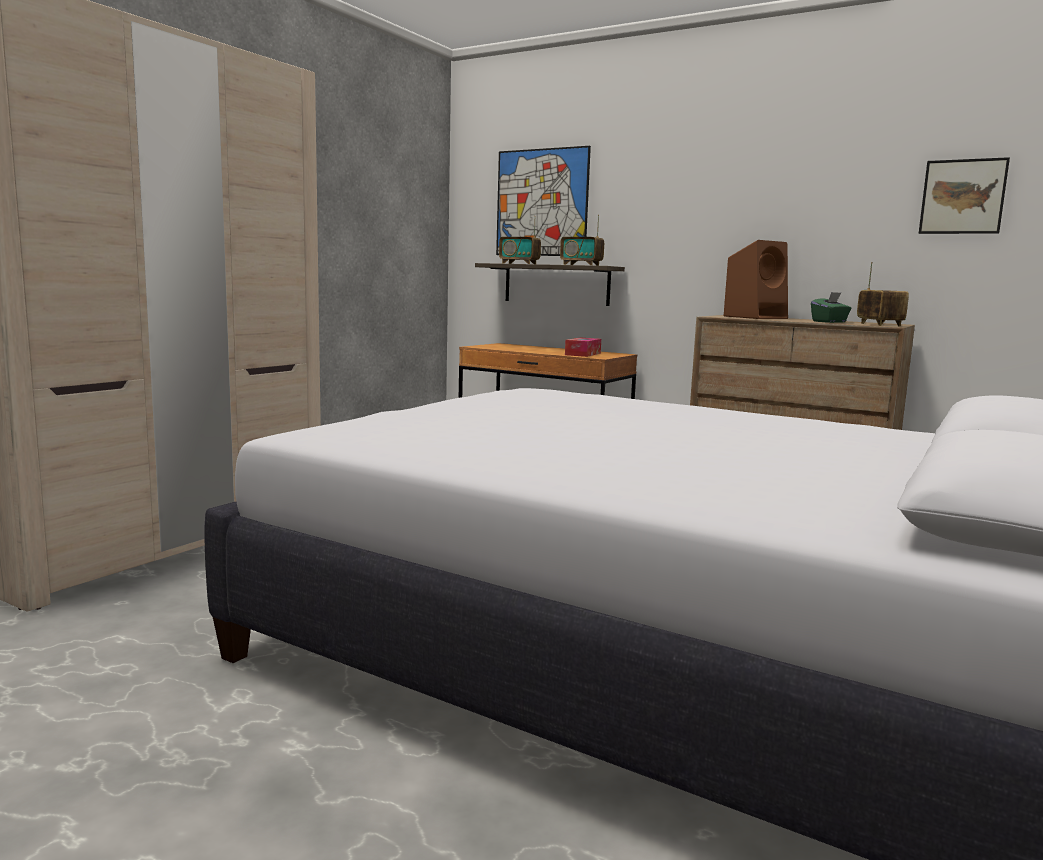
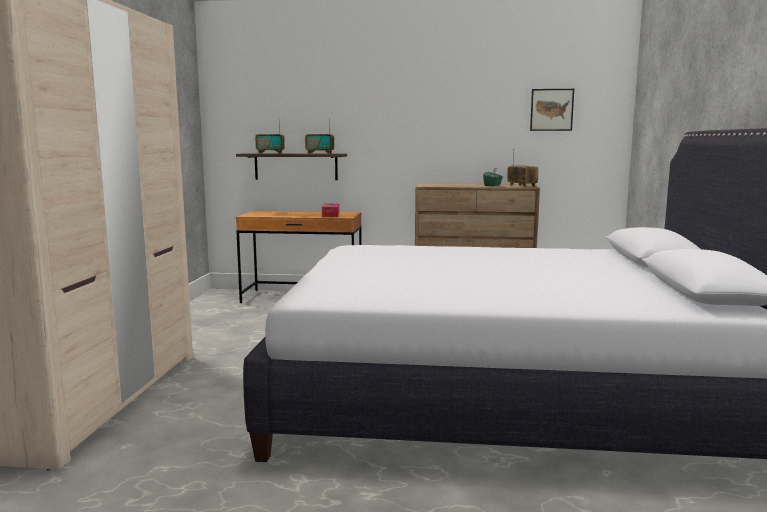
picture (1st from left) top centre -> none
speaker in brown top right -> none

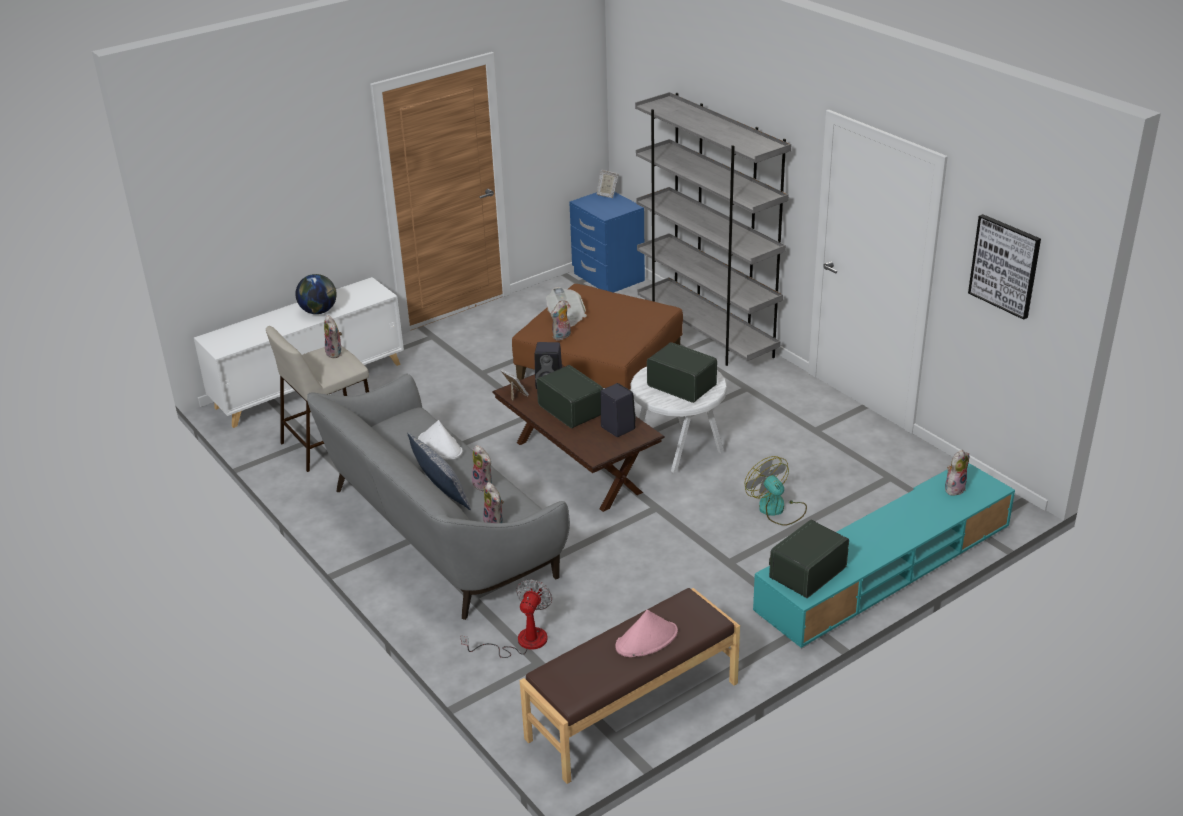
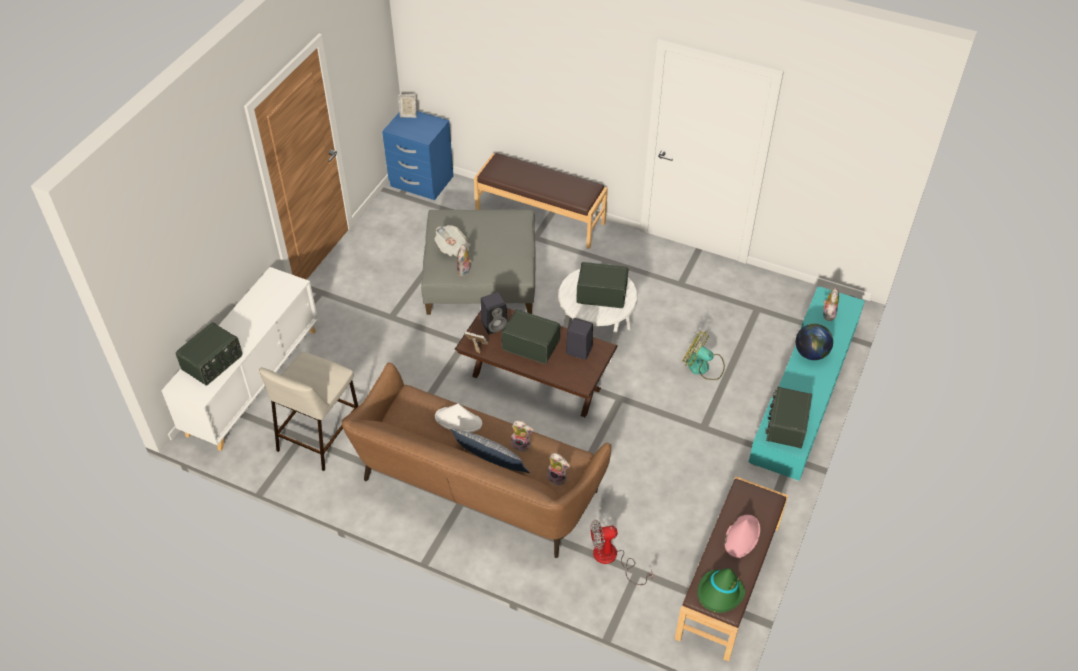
globe middle left -> globe middle right, moved
sofa in grey centre -> sofa in brown bottom centre
plush toy (1st from left) middle left -> none
fan (1st from left) bottom centre, 90 degrees counterclockwise
ottoman in brown centre -> ottoman in grey centre
bookcase in grey top centre -> bench in brown (1st from left) top centre
picture top right -> none
none -> radio (1st from left) middle left
none -> hat in green bottom right

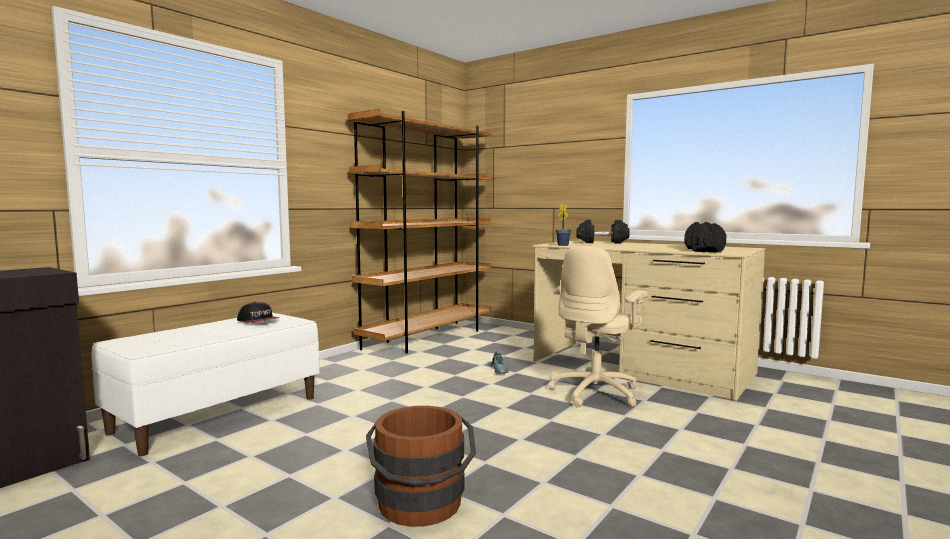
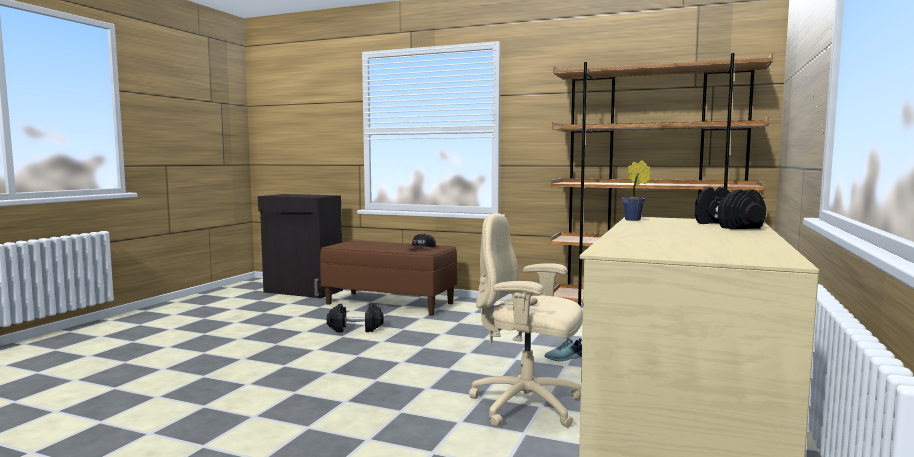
bench in white bottom left -> bench in brown centre
bucket in brown bottom centre -> none
dumbbell in black (2nd from left in the first image) middle right -> dumbbell in black (1st from left) bottom centre, moved

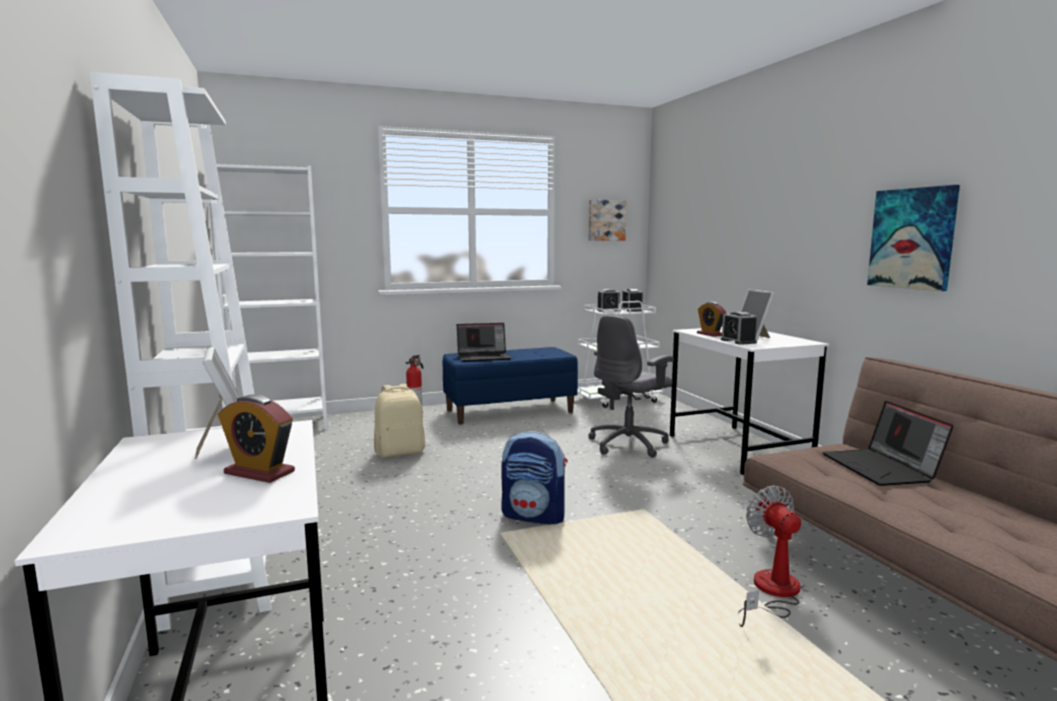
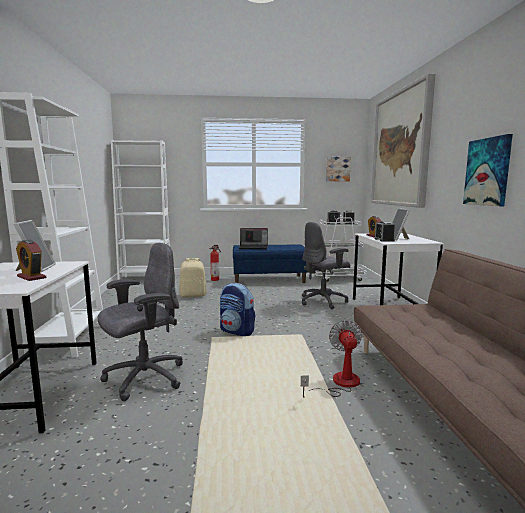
laptop (2nd from left) middle right -> none
none -> office chair in grey (1st from left) middle left
none -> picture (2nd from left) top right

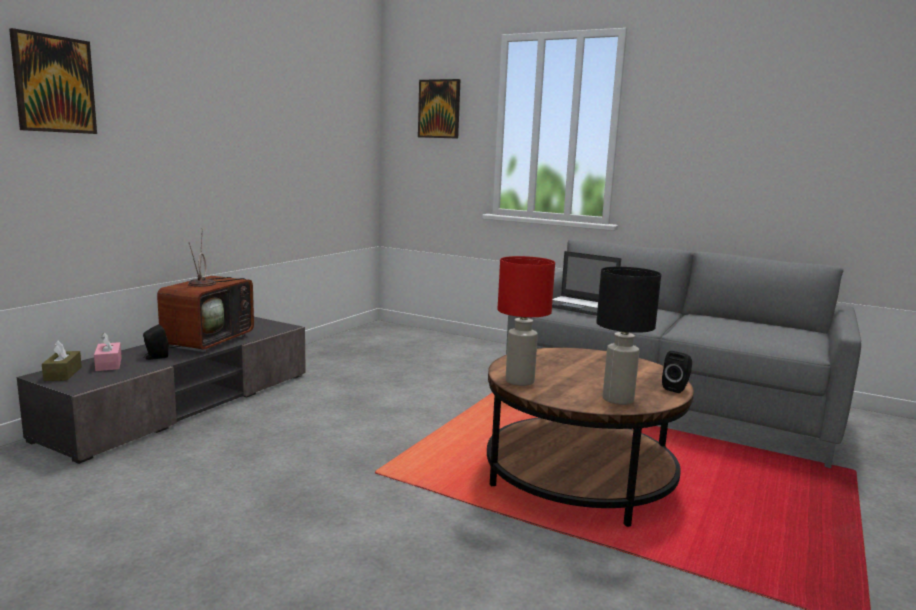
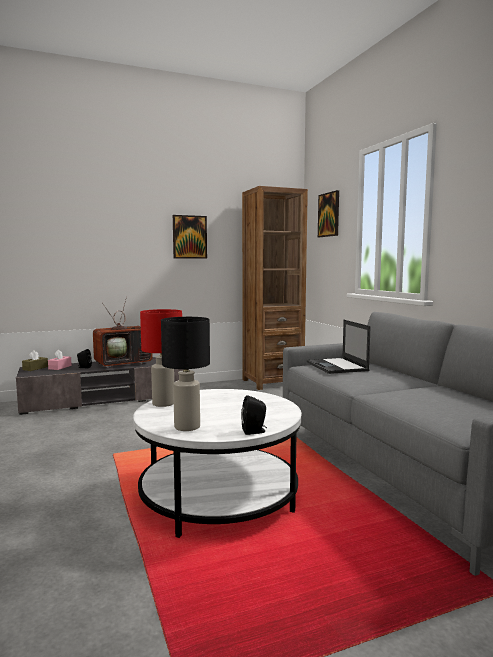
picture (1st from left) top left -> picture (1st from left) centre, moved
coffee table in brown bottom centre -> coffee table in white bottom centre
none -> bookcase in brown centre

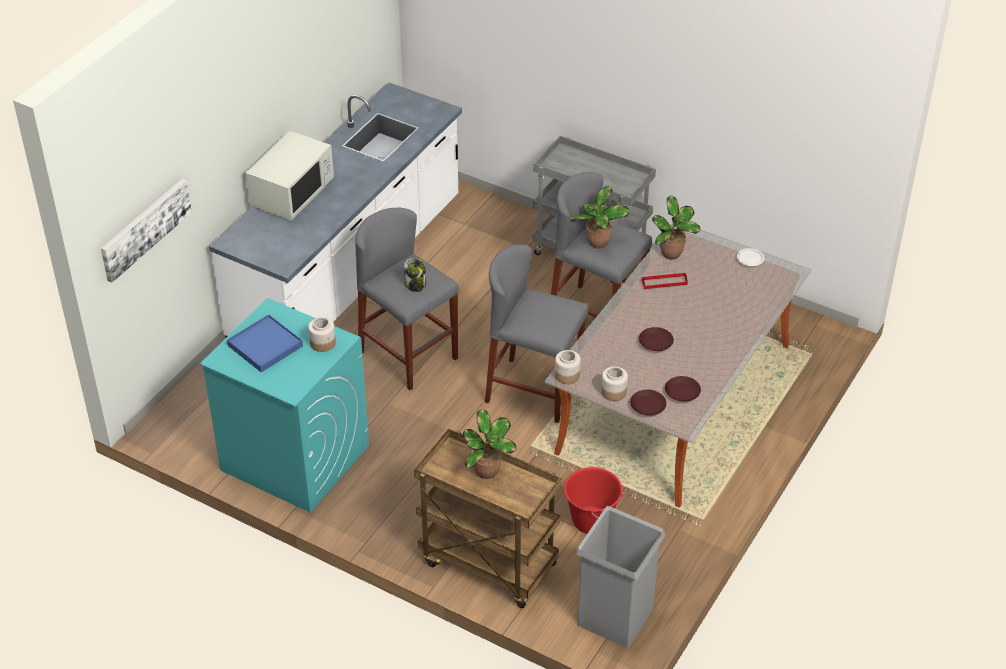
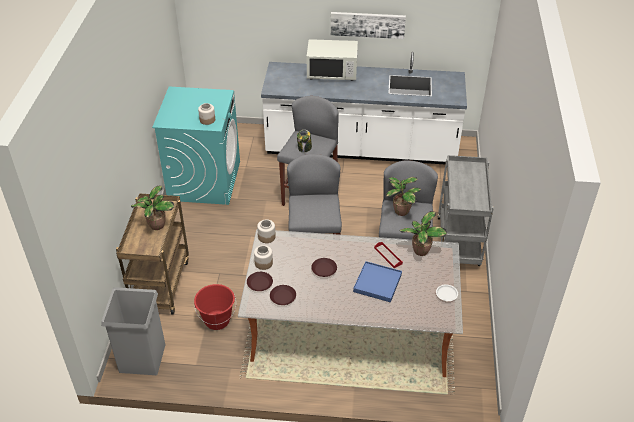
picture middle left -> picture top centre, moved
tray in blue middle left -> tray in blue centre, moved

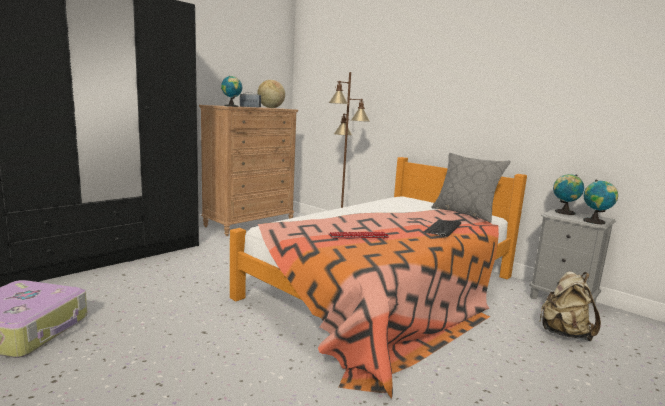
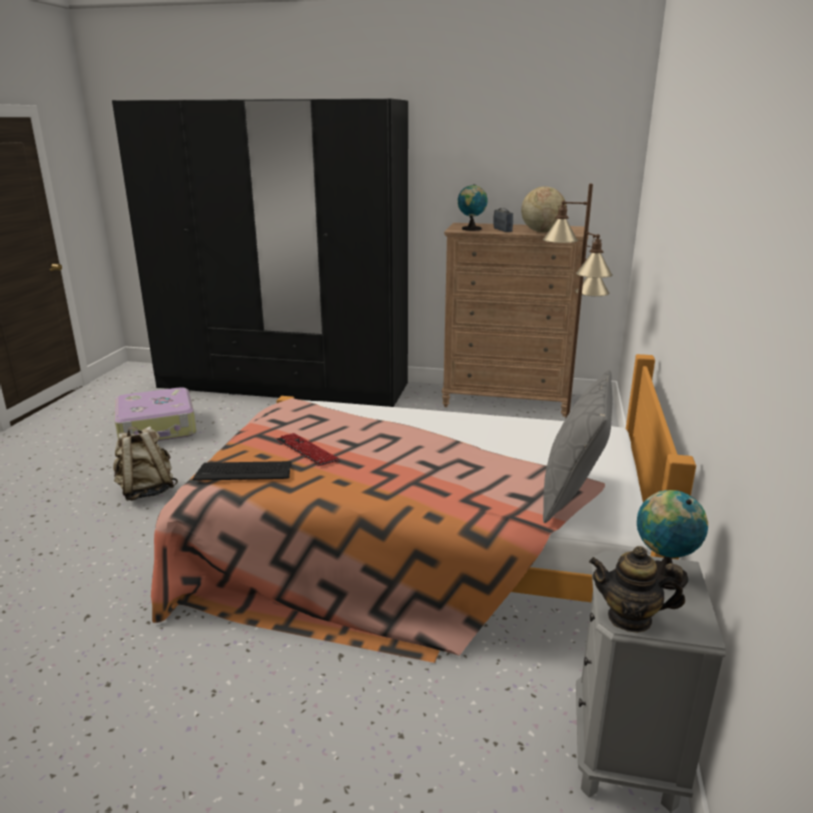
keyboard (2nd from left in the first image) centre -> keyboard (1st from left) middle left, moved
backpack in beige bottom right -> backpack in beige middle left, moved
globe (4th from left) middle right -> teapot bottom right

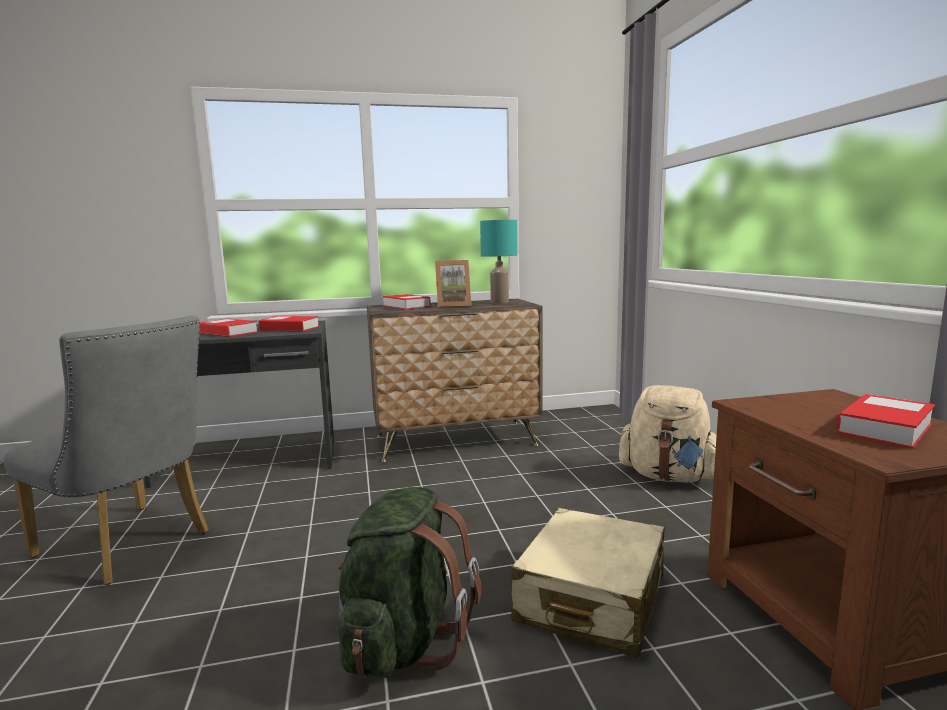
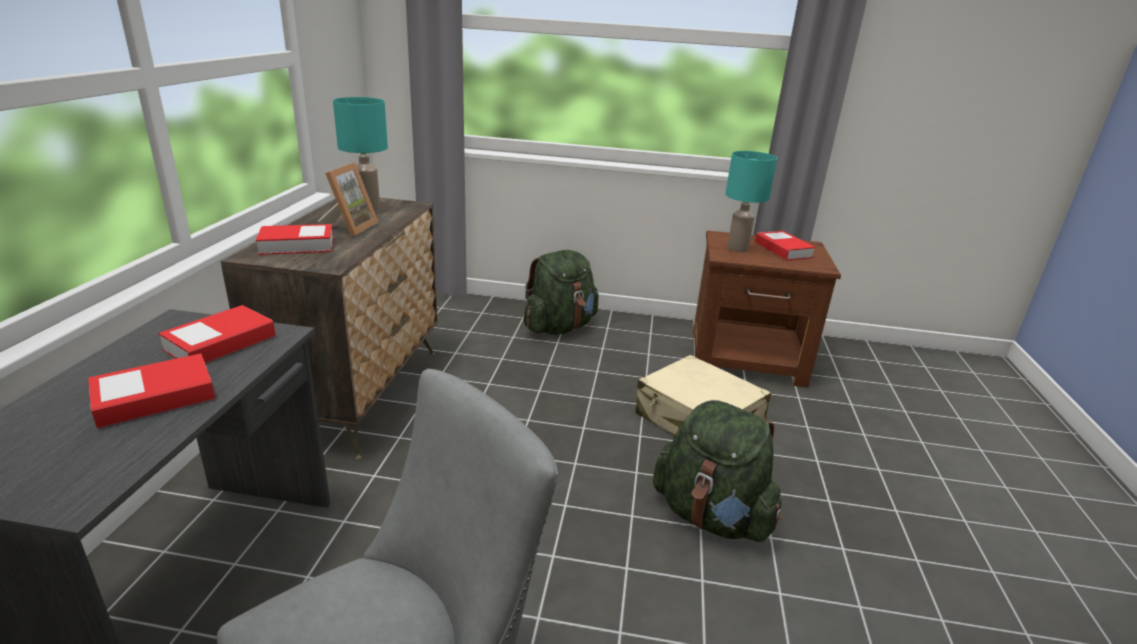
backpack in beige middle right -> backpack in green (1st from left) centre
none -> table lamp in turquoise (2nd from left) top centre

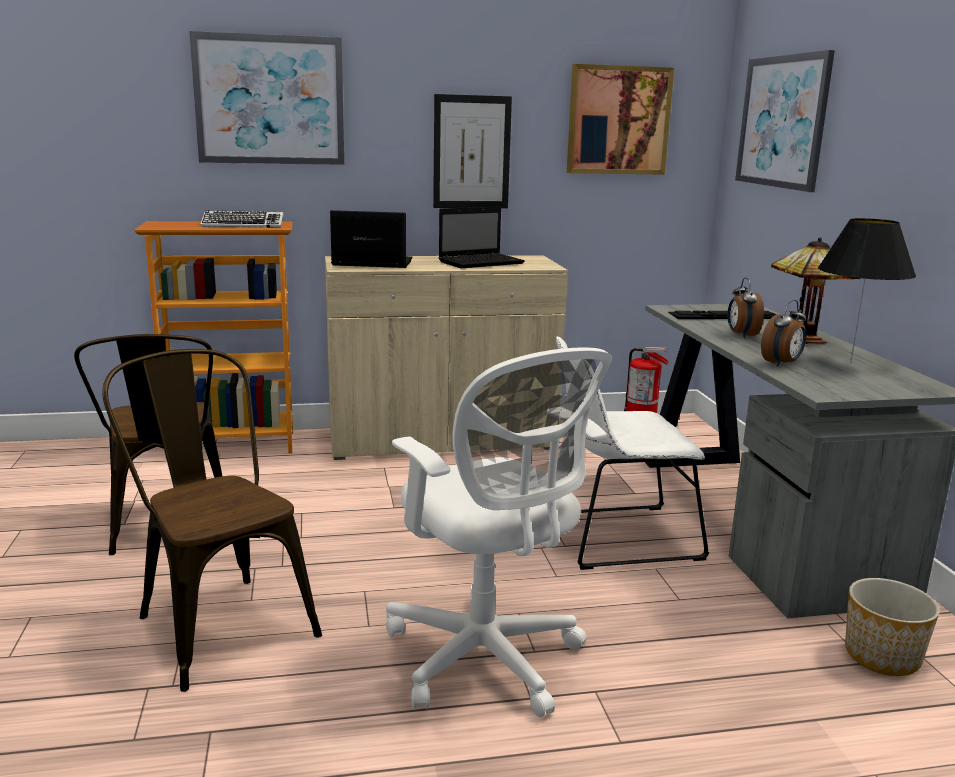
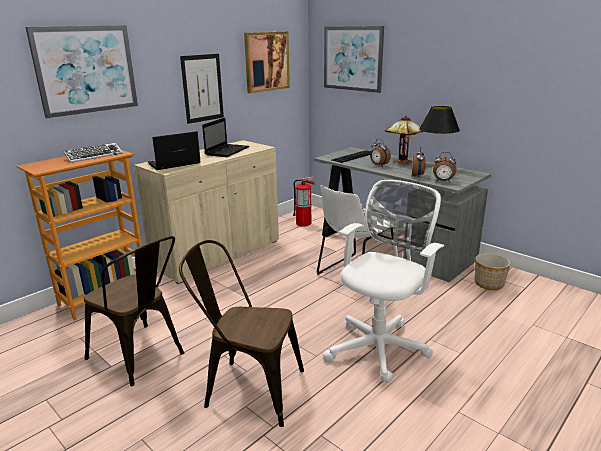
office chair in white bottom centre -> office chair in white centre, 75 degrees counterclockwise
none -> alarm clock (3rd from left) middle right

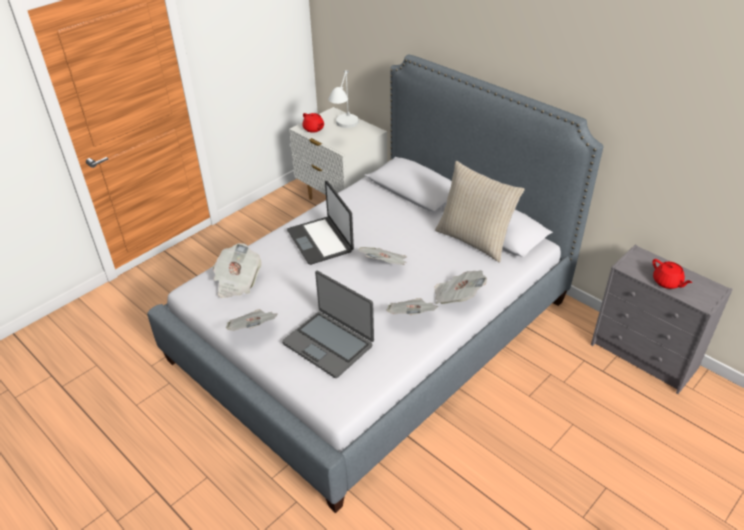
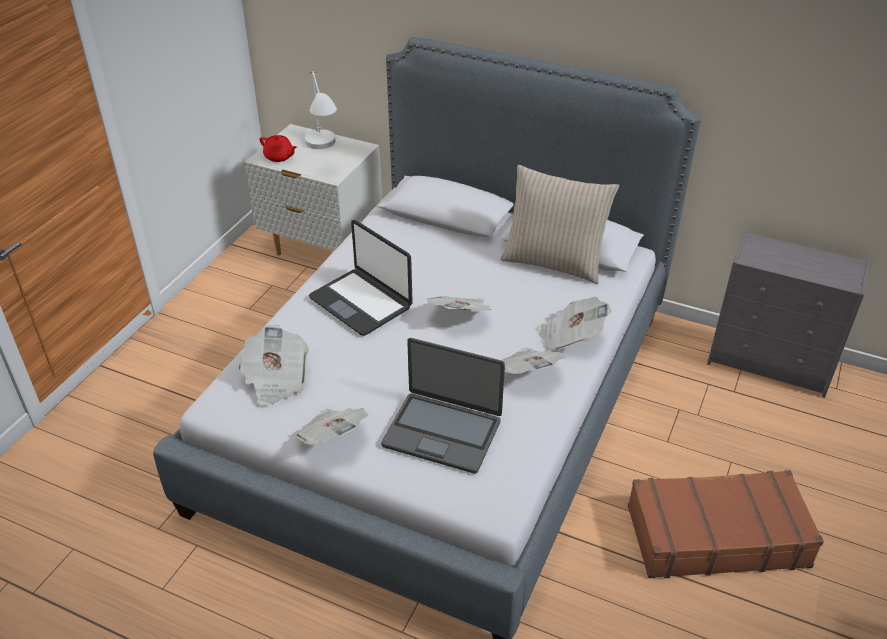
teapot in red (2nd from left) middle right -> none
none -> suitcase in brown bottom right

